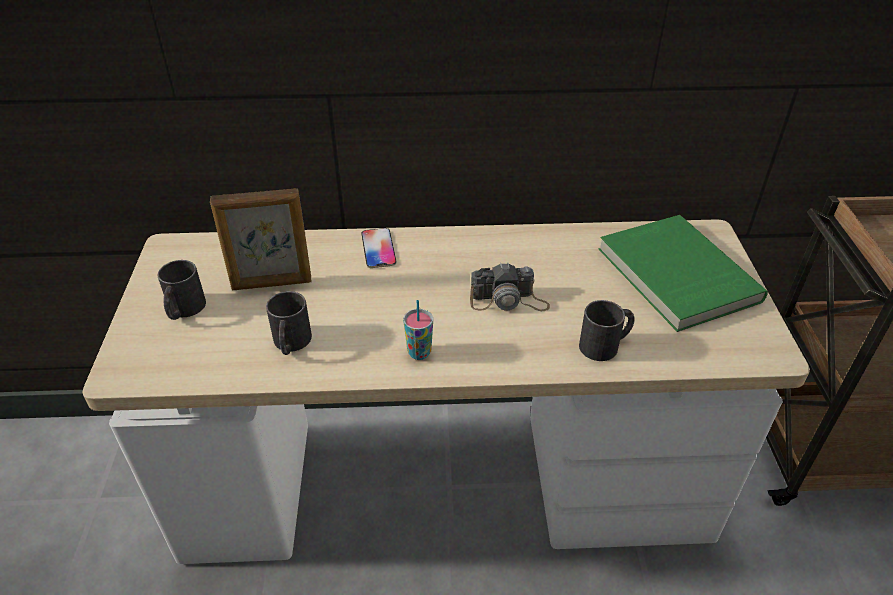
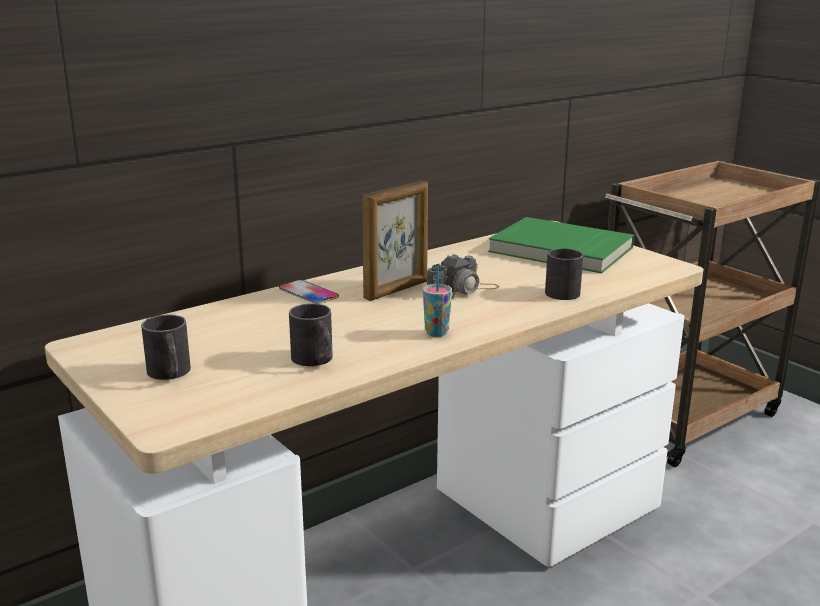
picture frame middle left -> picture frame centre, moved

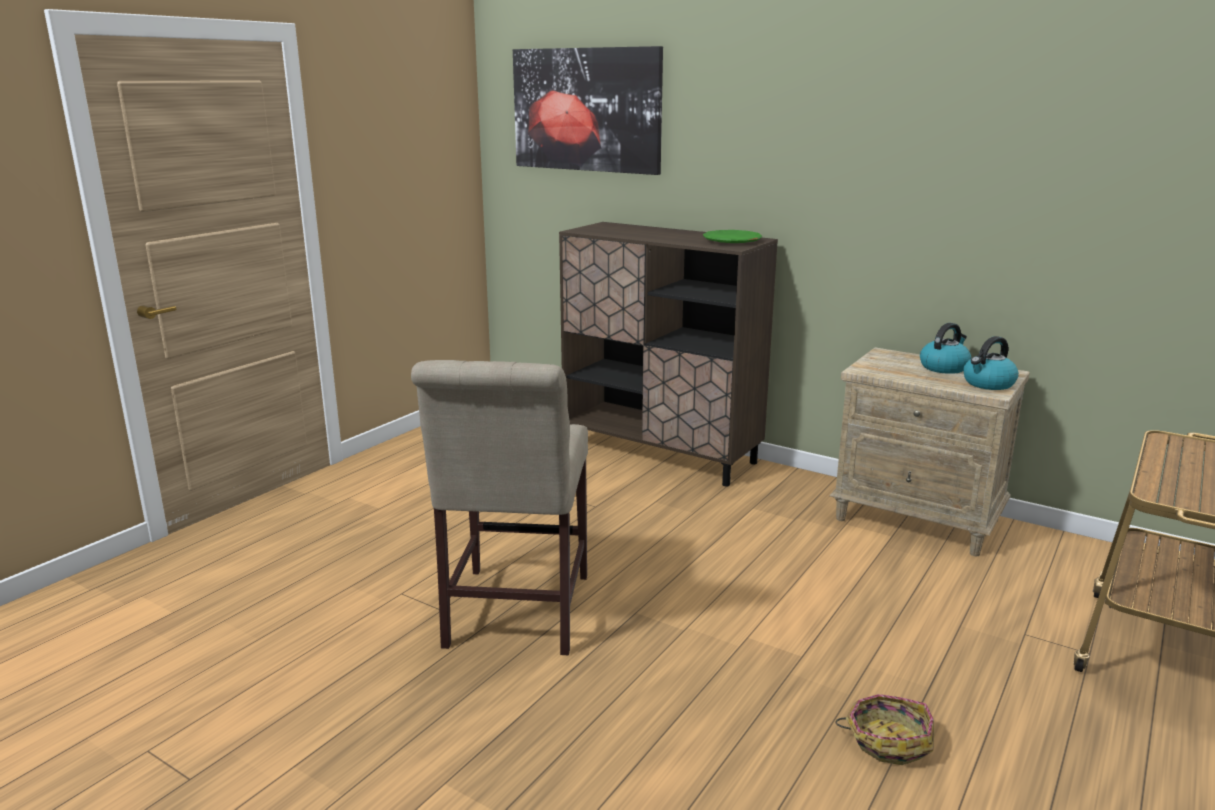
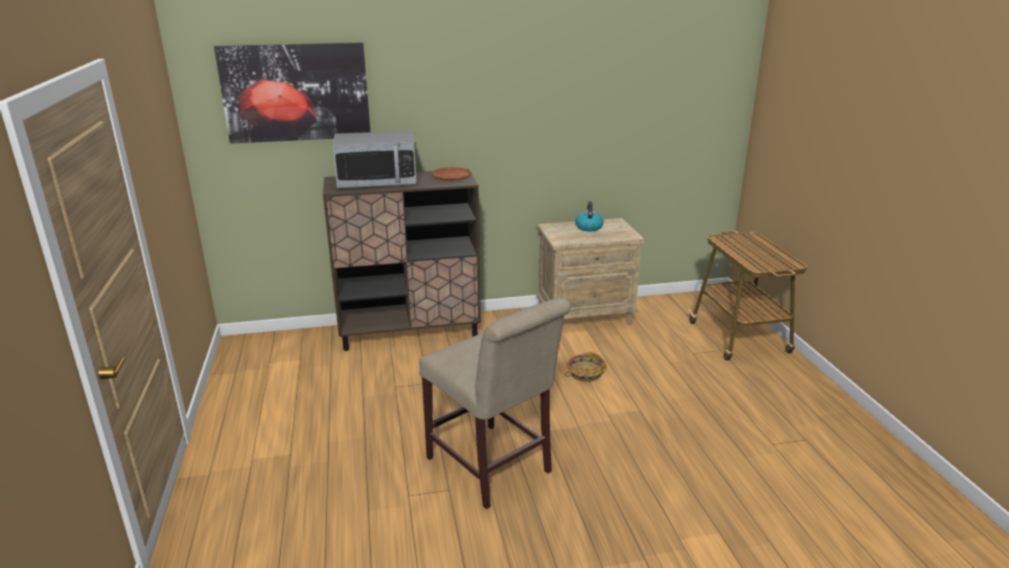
plate in green top centre -> plate in brown top centre
basket bottom right -> basket centre, moved
kettle (2nd from left) middle right -> none
none -> microwave top centre

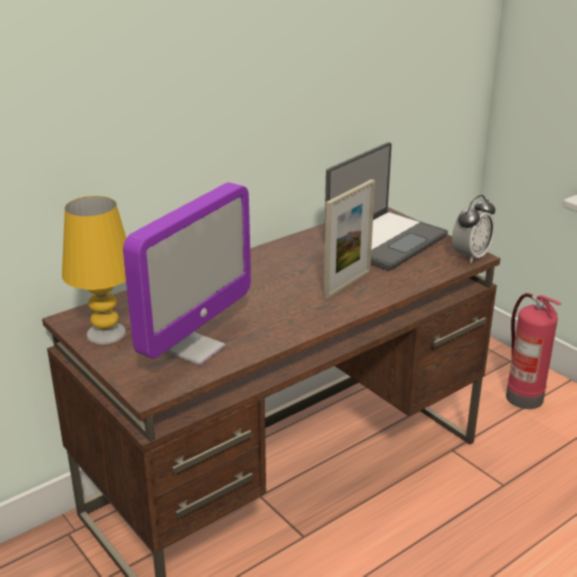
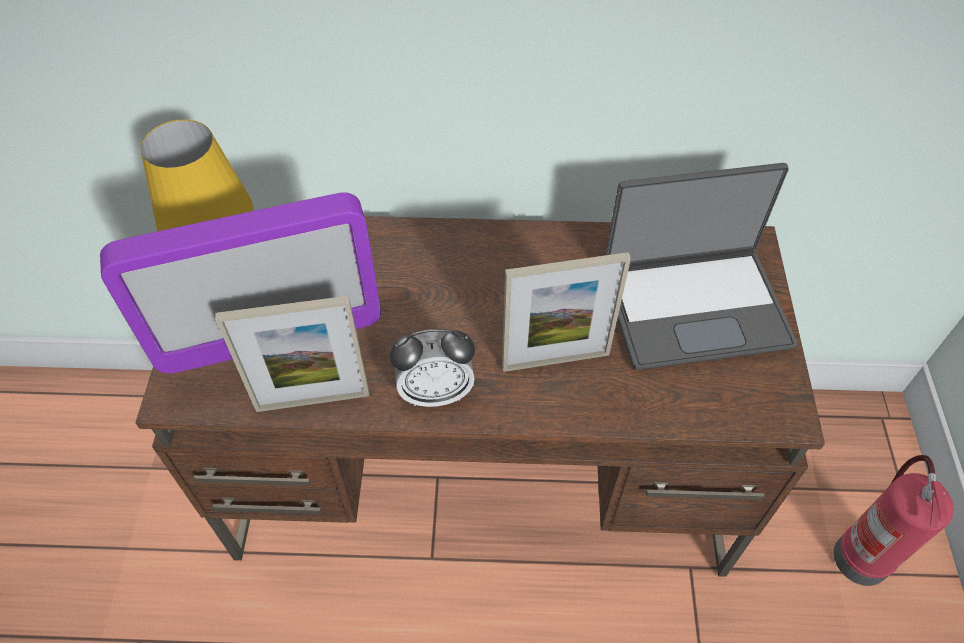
alarm clock middle right -> alarm clock centre, moved
none -> picture frame (1st from left) middle left

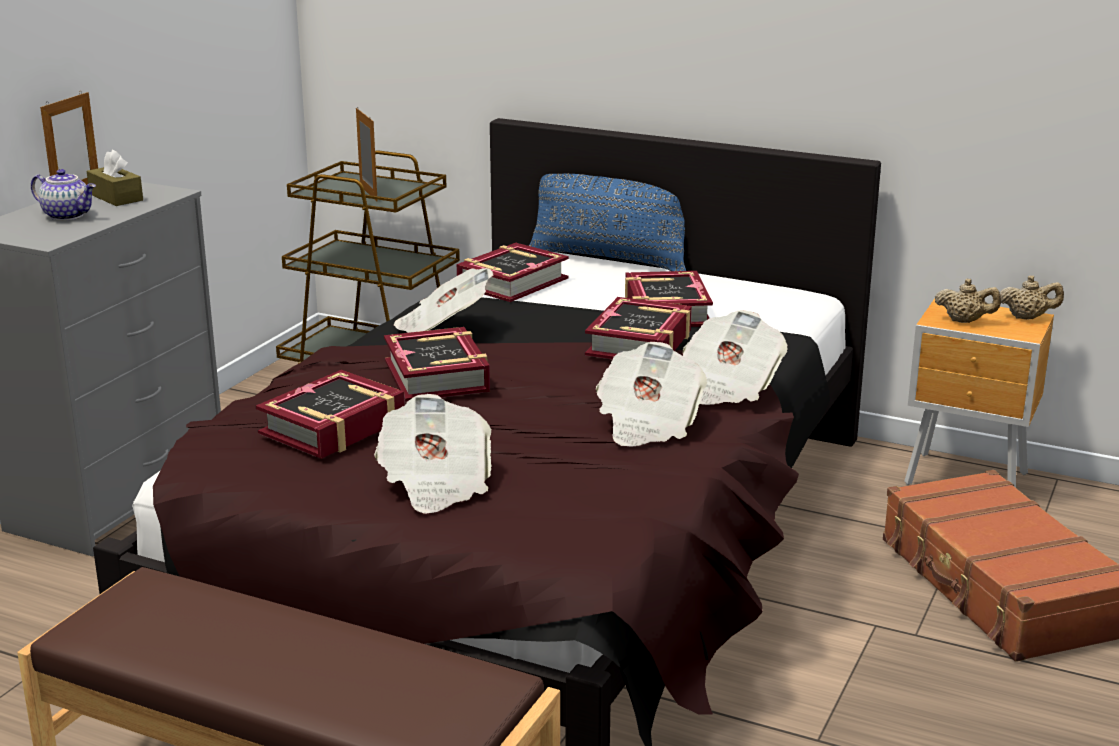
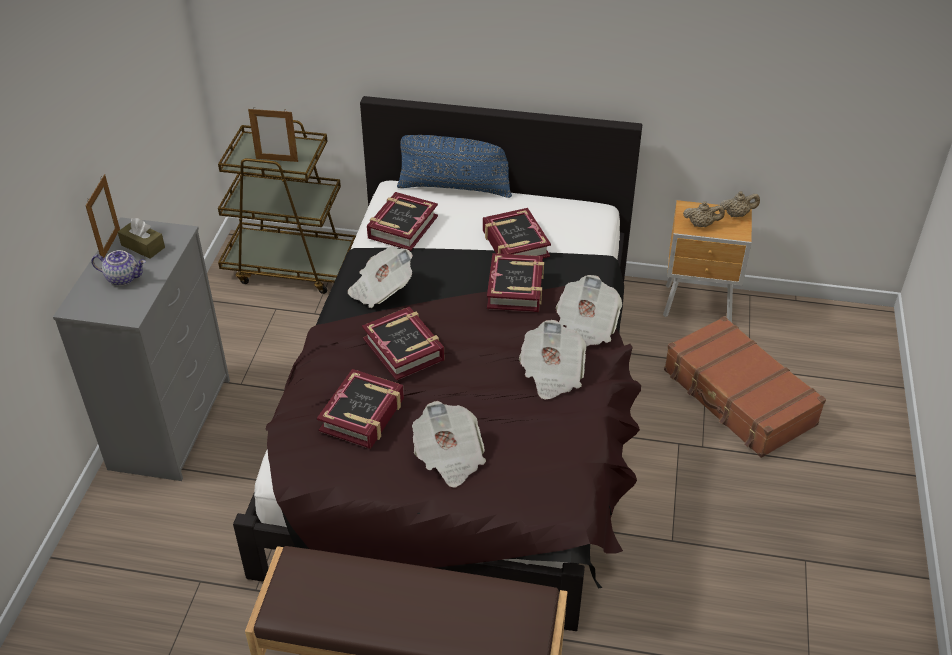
picture frame (2nd from left) top left, 135 degrees clockwise

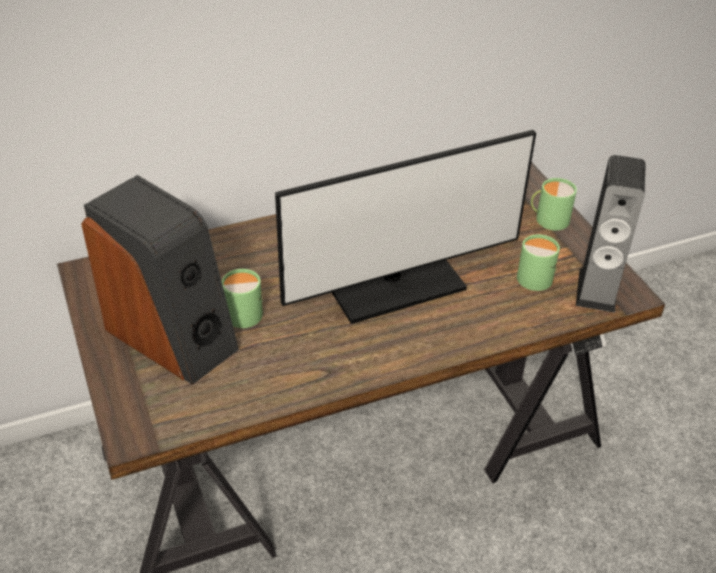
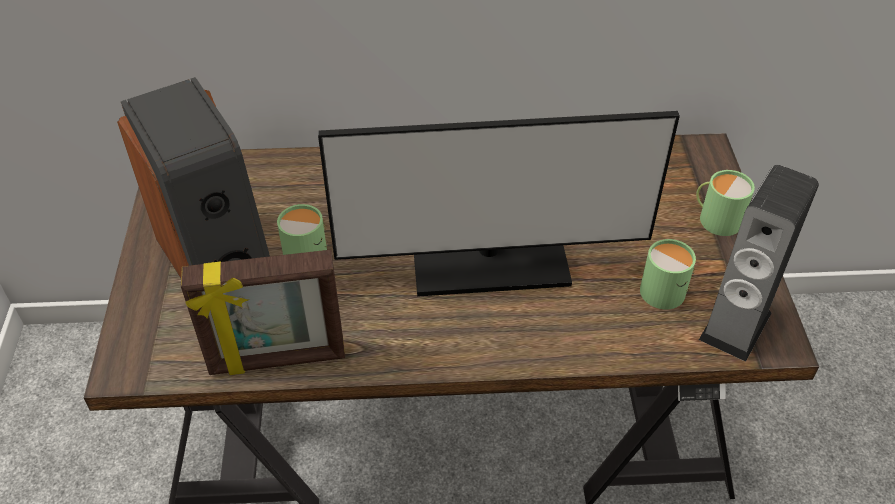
none -> picture frame middle left

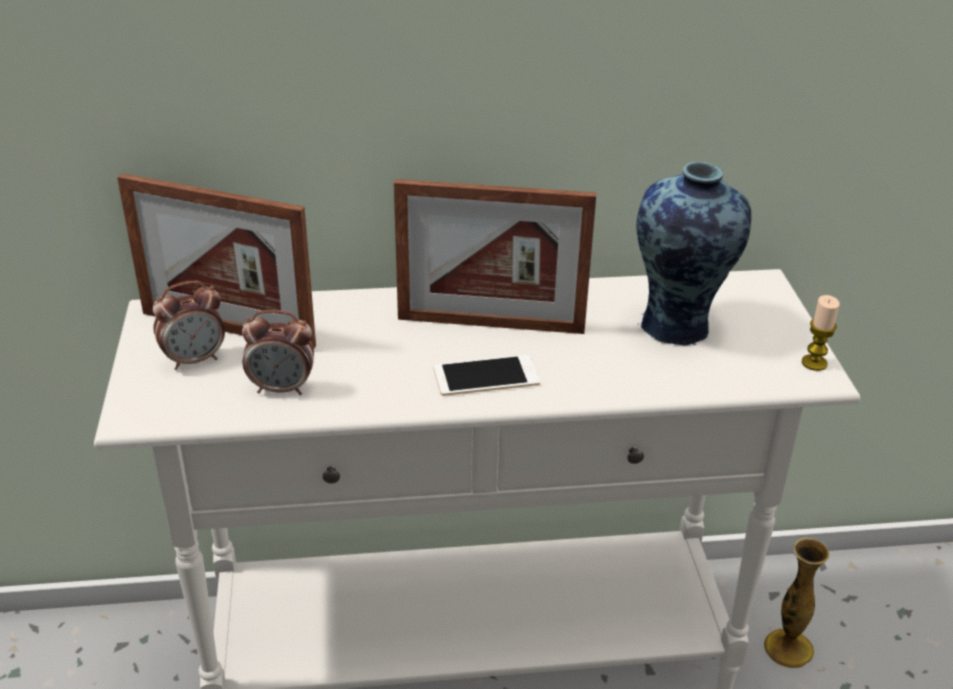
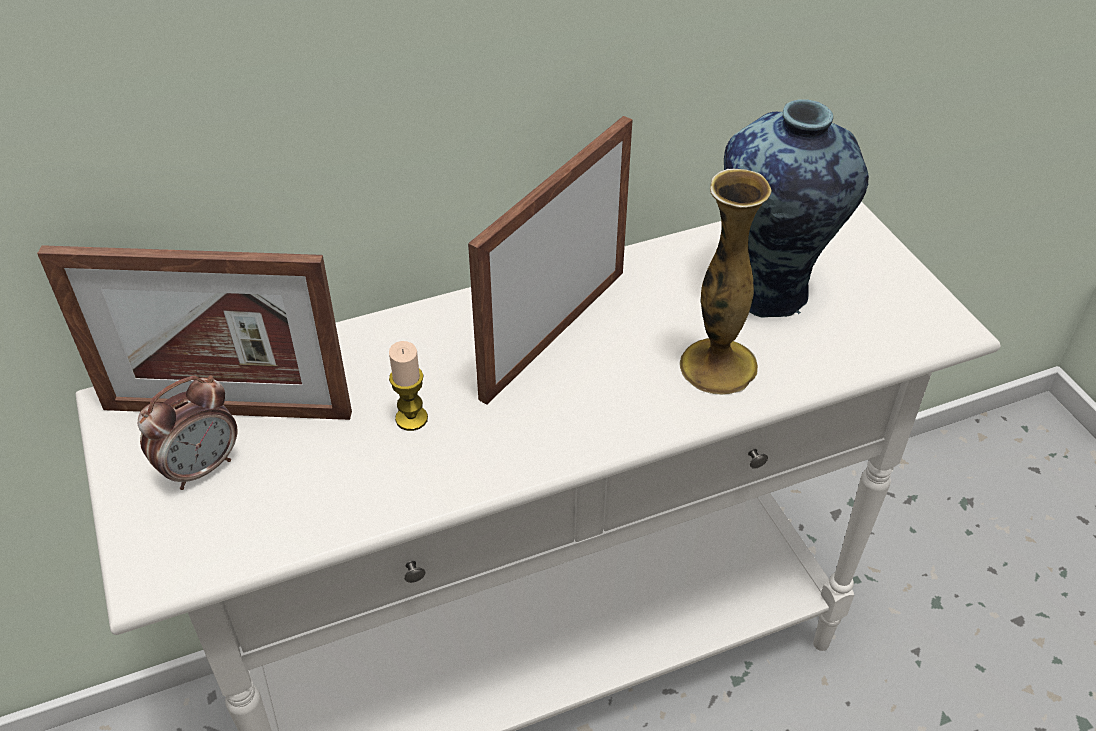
alarm clock (2nd from left) middle left -> none
picture frame (2nd from left) centre, 135 degrees clockwise
phone centre -> none
vase (2nd from left in the first image) bottom right -> vase (1st from left) centre, moved
candle middle right -> candle centre, moved

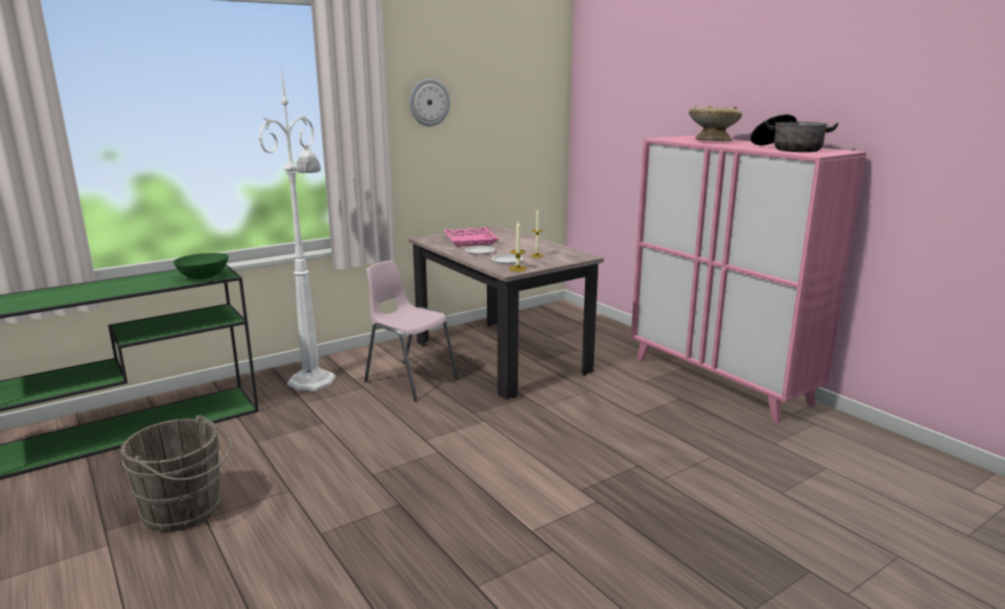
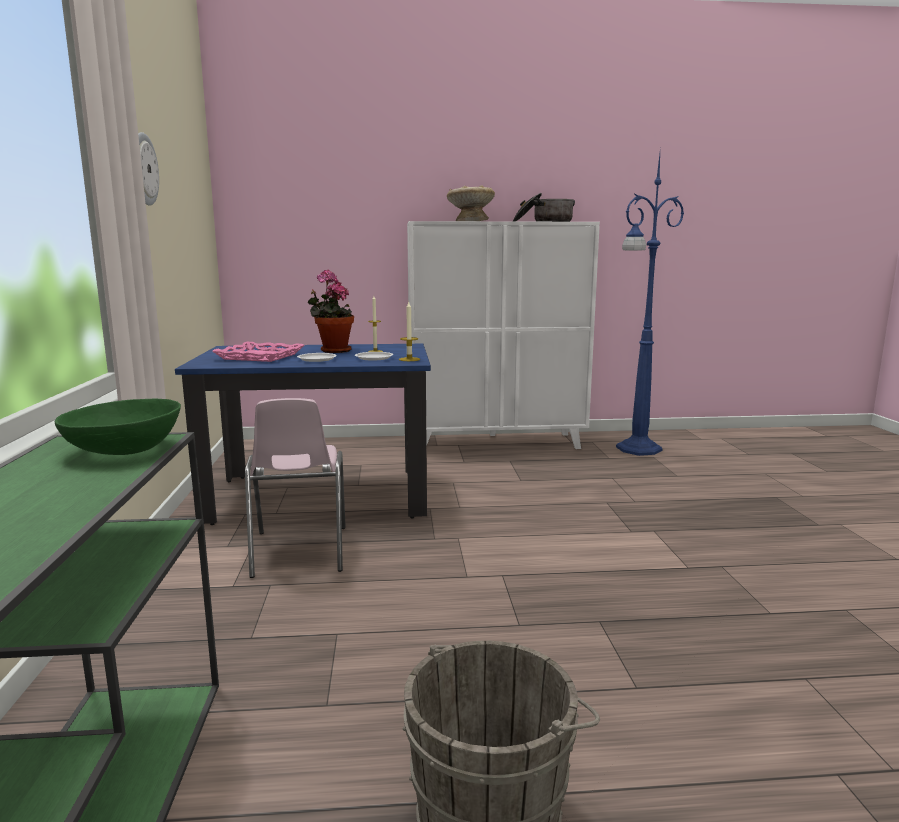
floor lamp in white middle left -> none
chair in pink centre -> chair in pink middle left, 75 degrees counterclockwise
dining table in beige centre -> dining table in blue centre
cabinet in pink middle right -> cabinet in white centre
none -> potted plant centre
none -> floor lamp in blue middle right

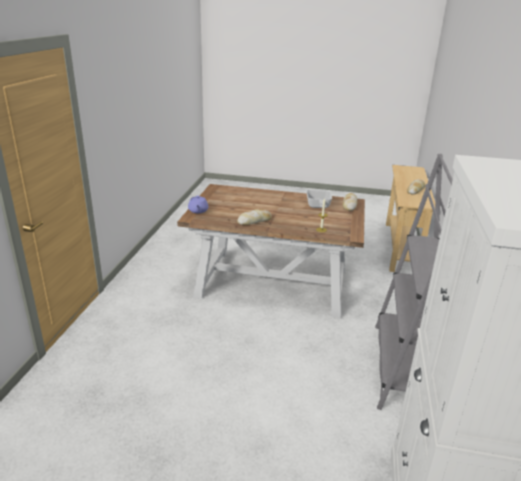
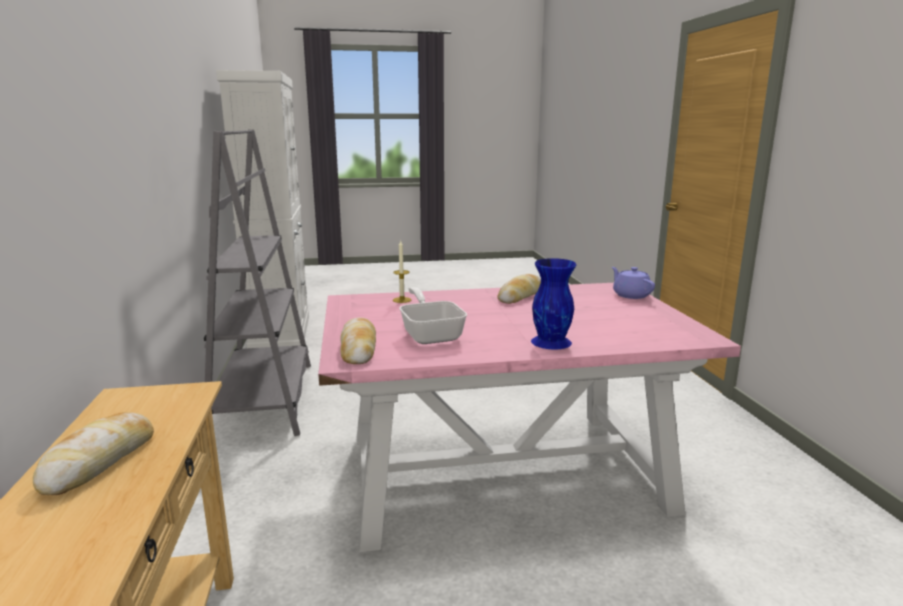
dining table in brown centre -> dining table in pink bottom centre
none -> vase in blue centre

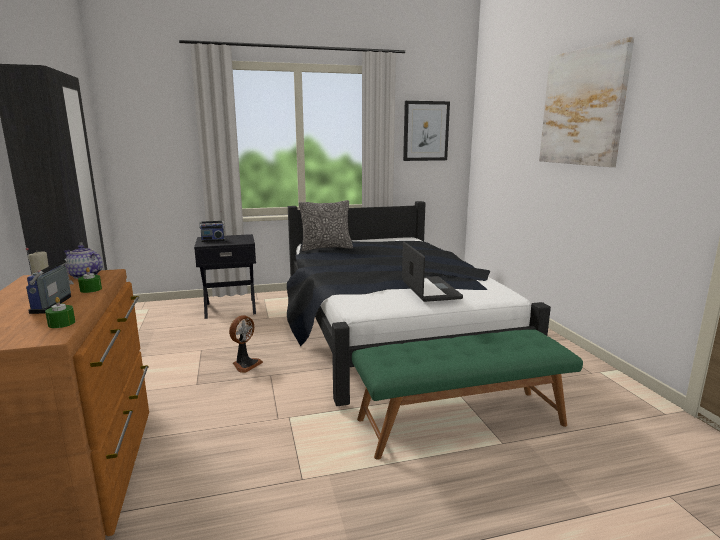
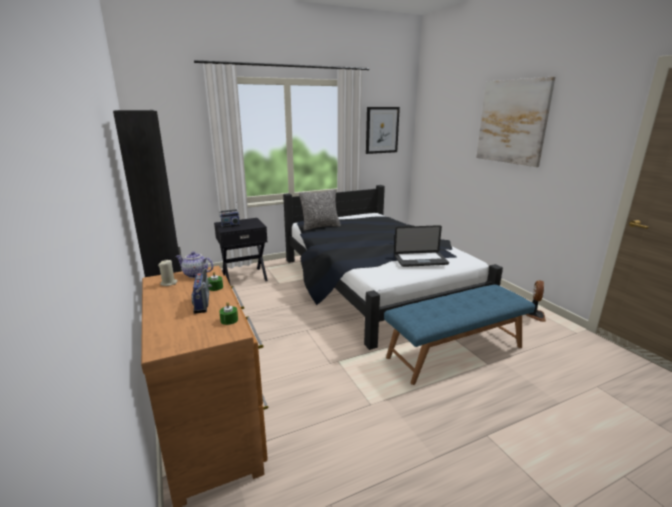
fan centre -> fan middle right, moved
bench in green bottom centre -> bench in blue middle right
laptop centre, 105 degrees clockwise

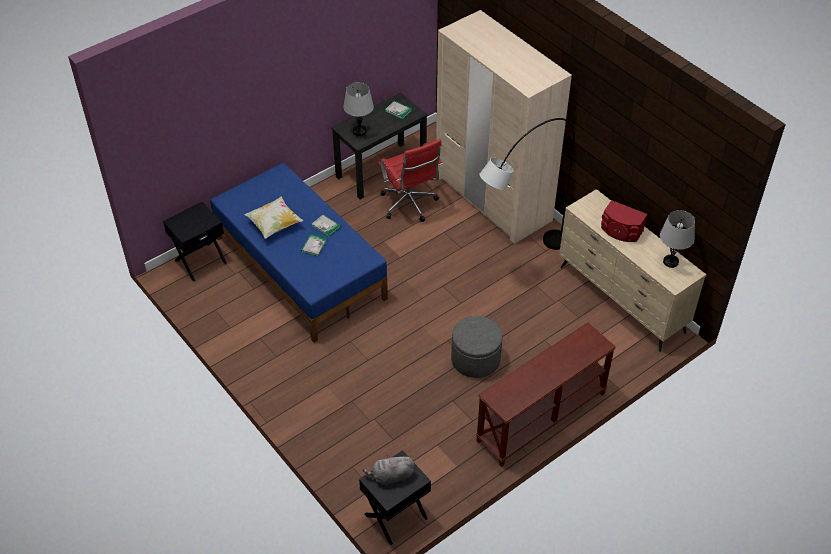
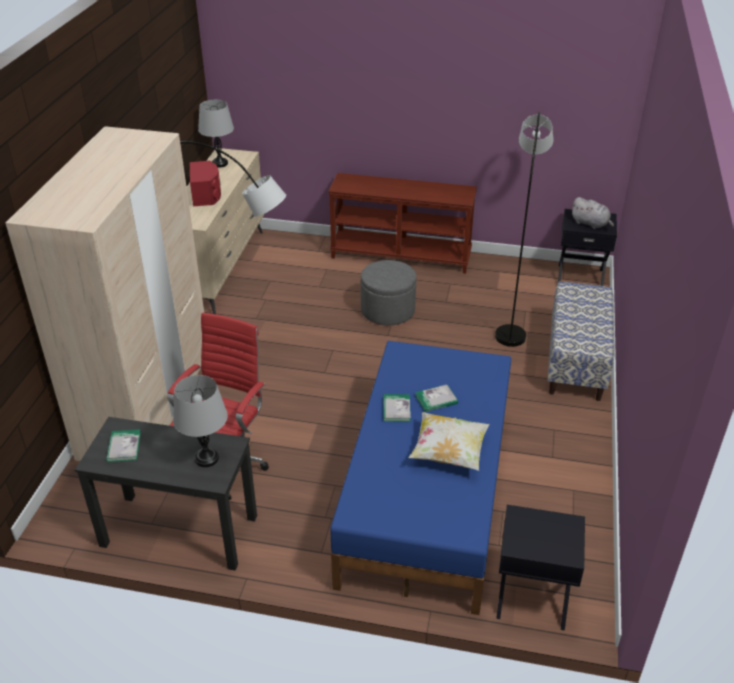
none -> floor lamp in grey (2nd from left) middle right
none -> bench middle right

